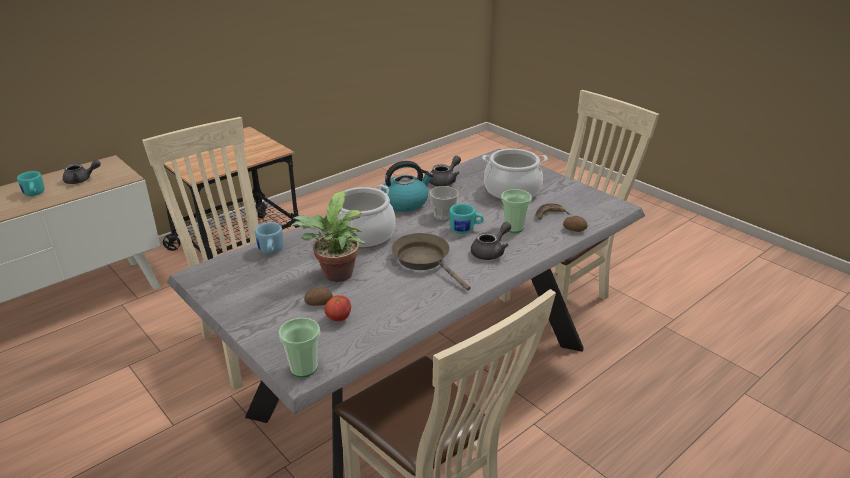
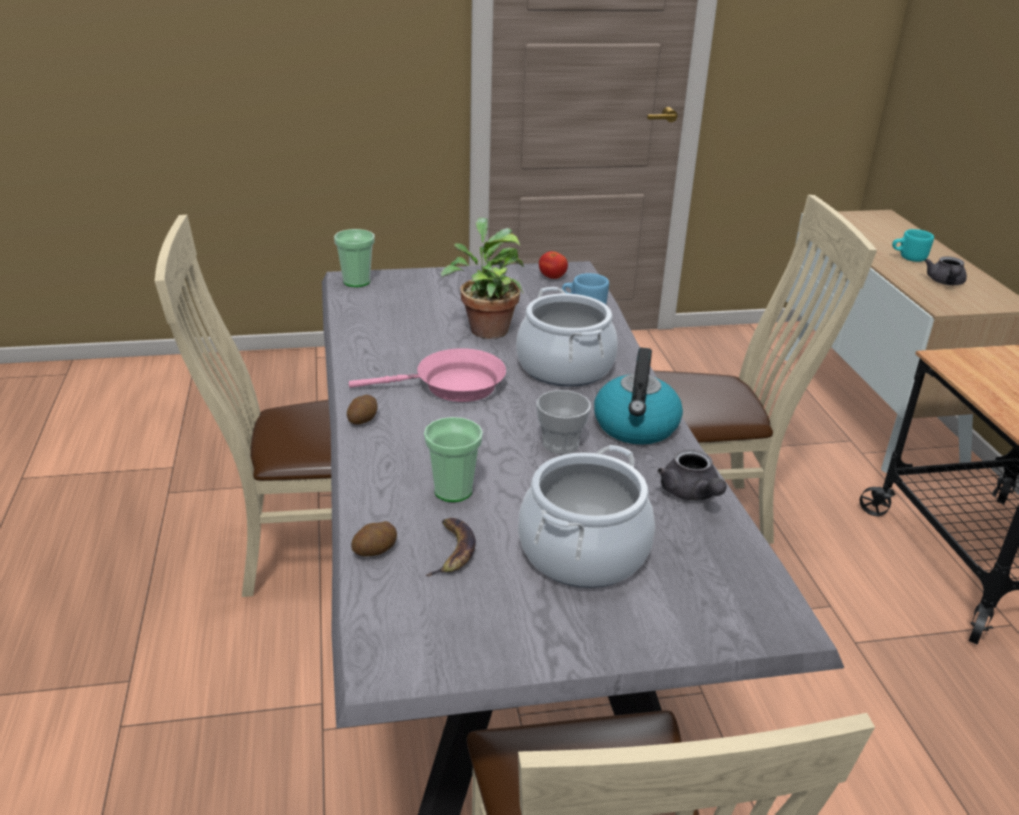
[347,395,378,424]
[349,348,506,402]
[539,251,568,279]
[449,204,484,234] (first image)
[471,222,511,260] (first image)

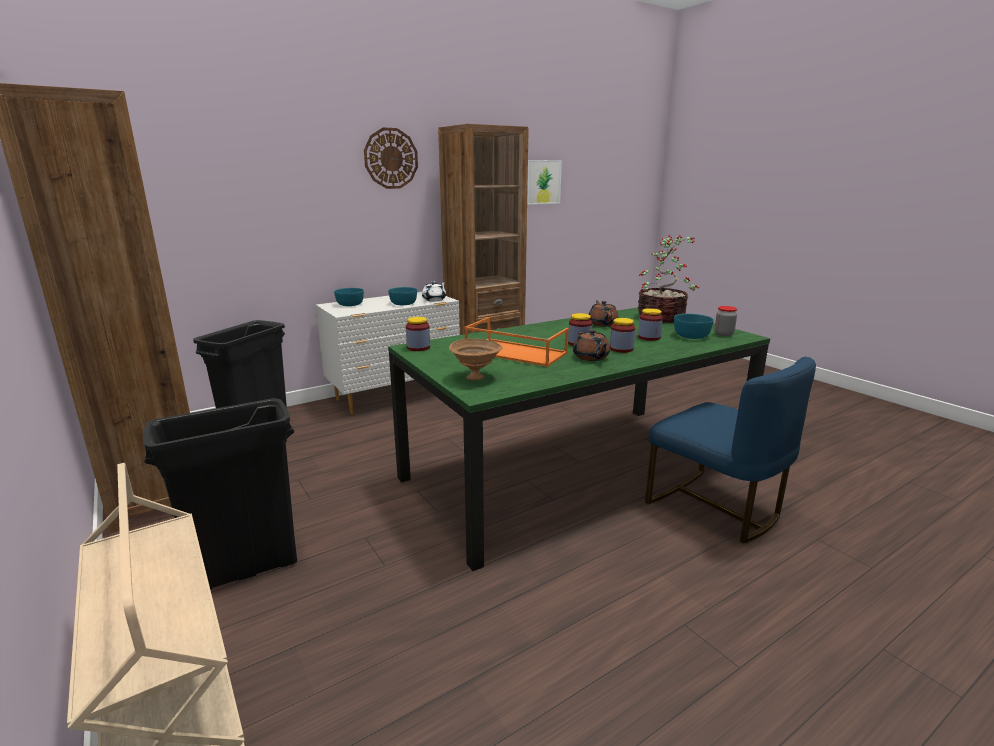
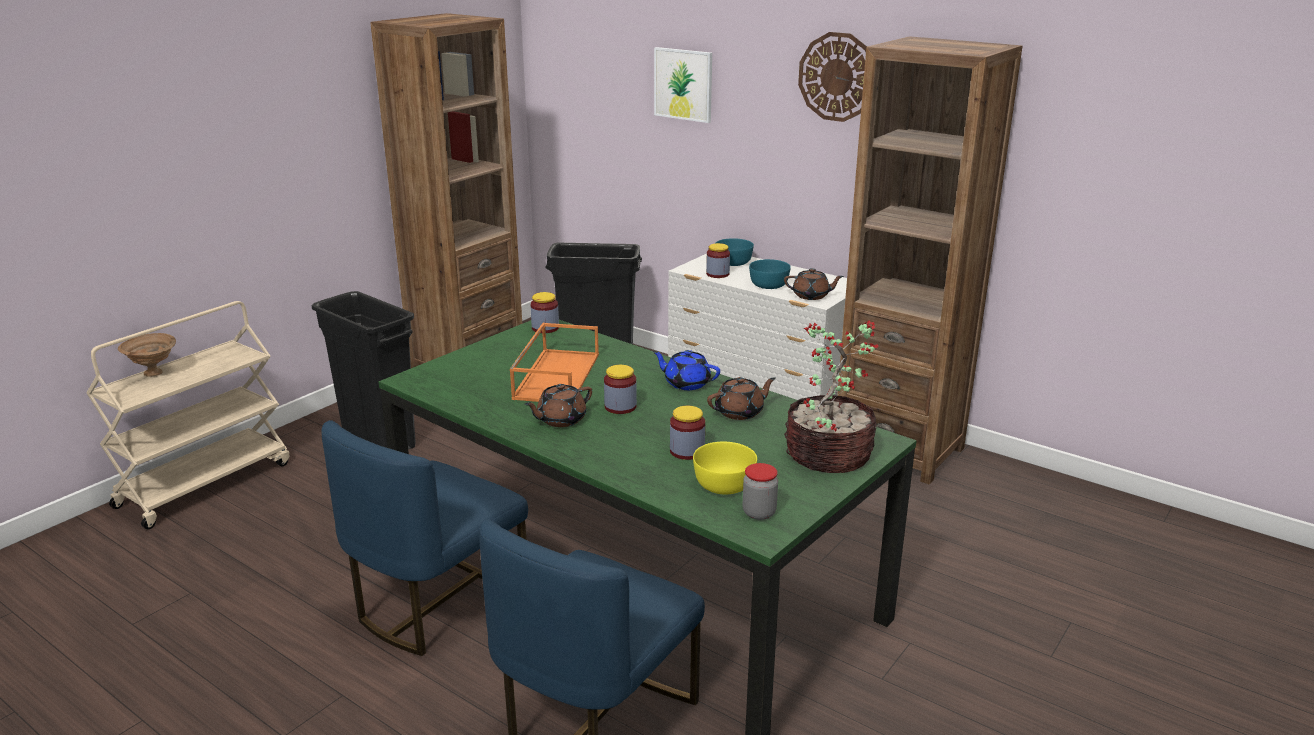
[118,333,176,377]
[321,420,528,656]
[652,350,720,390]
[654,47,712,123]
[693,442,757,494]
[706,243,730,278]
[784,268,844,300]

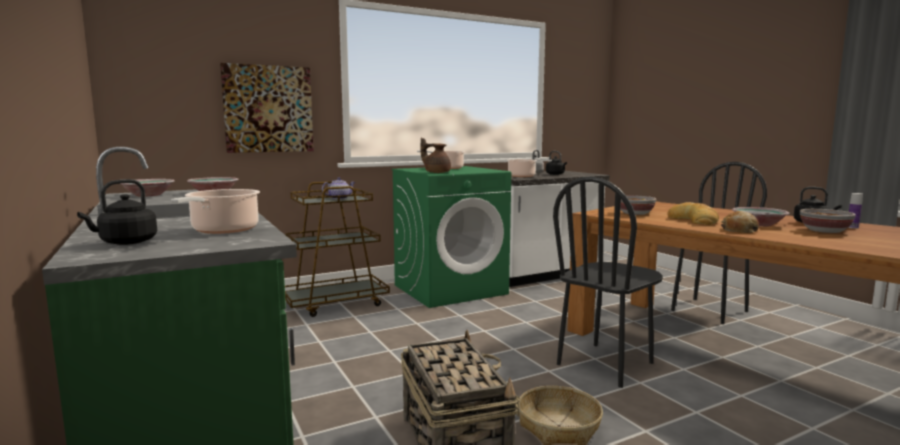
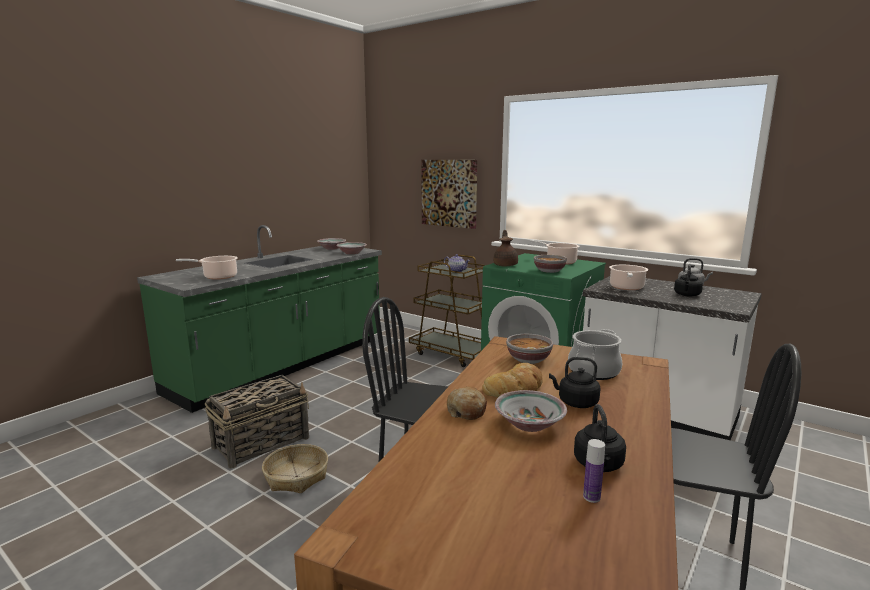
[534,255,567,273]
[549,357,601,408]
[568,329,622,380]

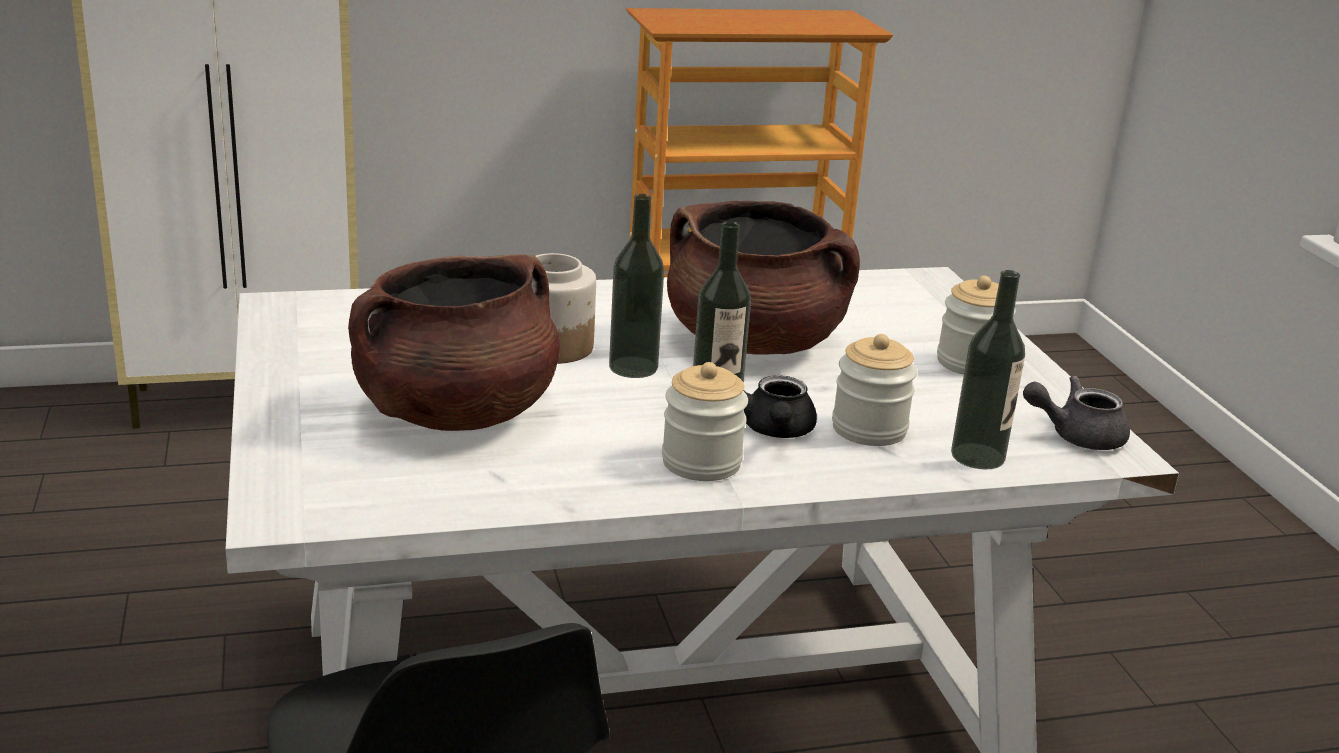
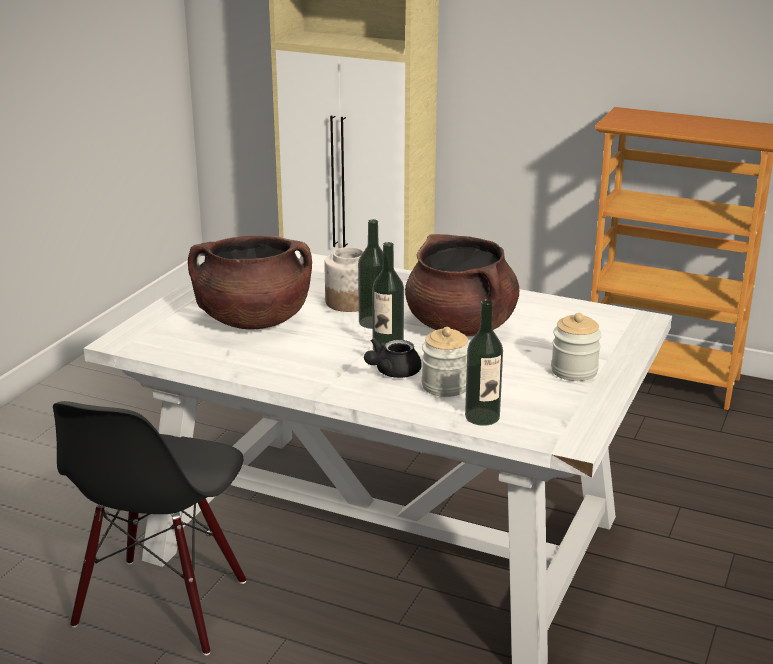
[662,362,748,481] (first image)
[1023,376,1130,450] (first image)

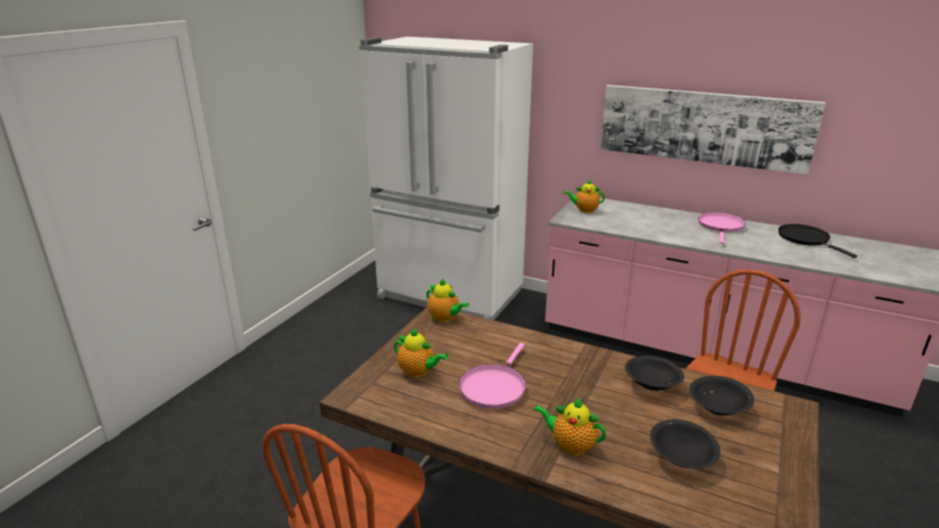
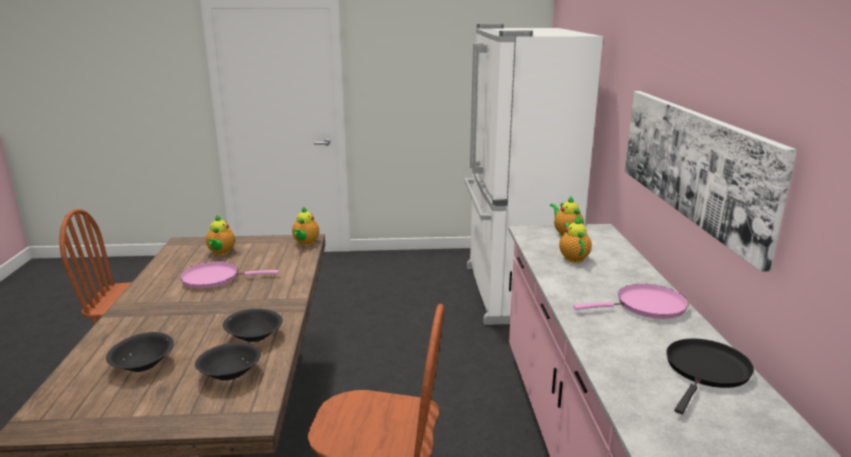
[559,217,592,263]

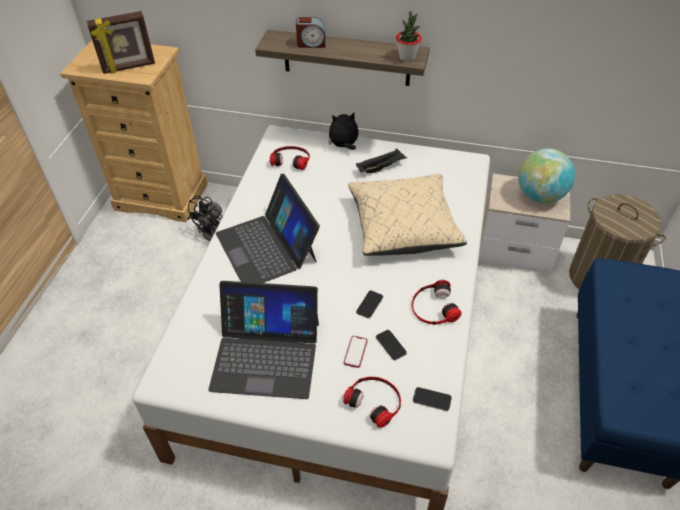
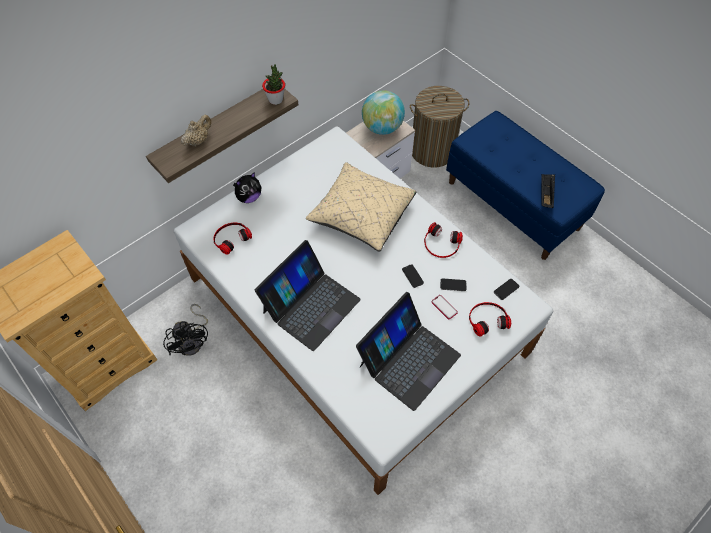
[181,115,211,146]
[233,172,262,203]
[255,240,361,351]
[541,174,555,208]
[87,11,155,74] (first image)

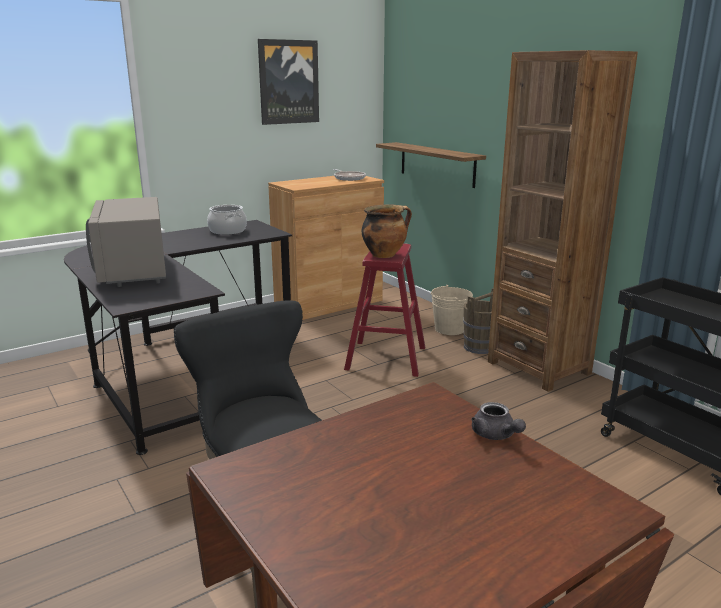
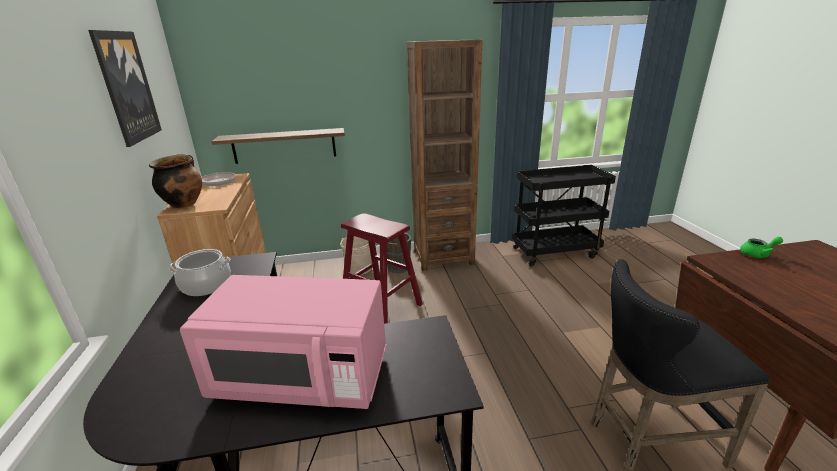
[149,154,202,209]
[180,275,387,409]
[740,237,783,258]

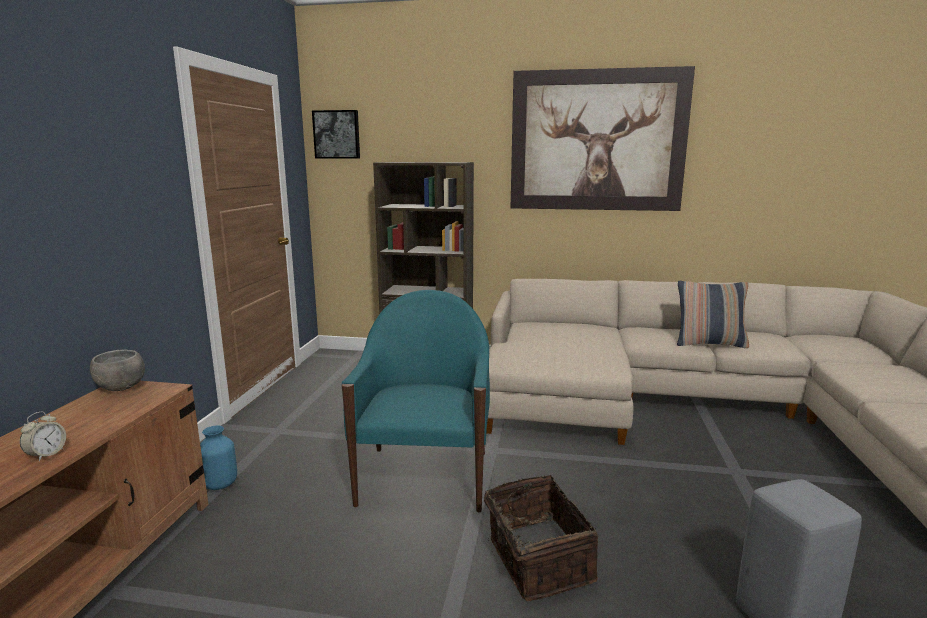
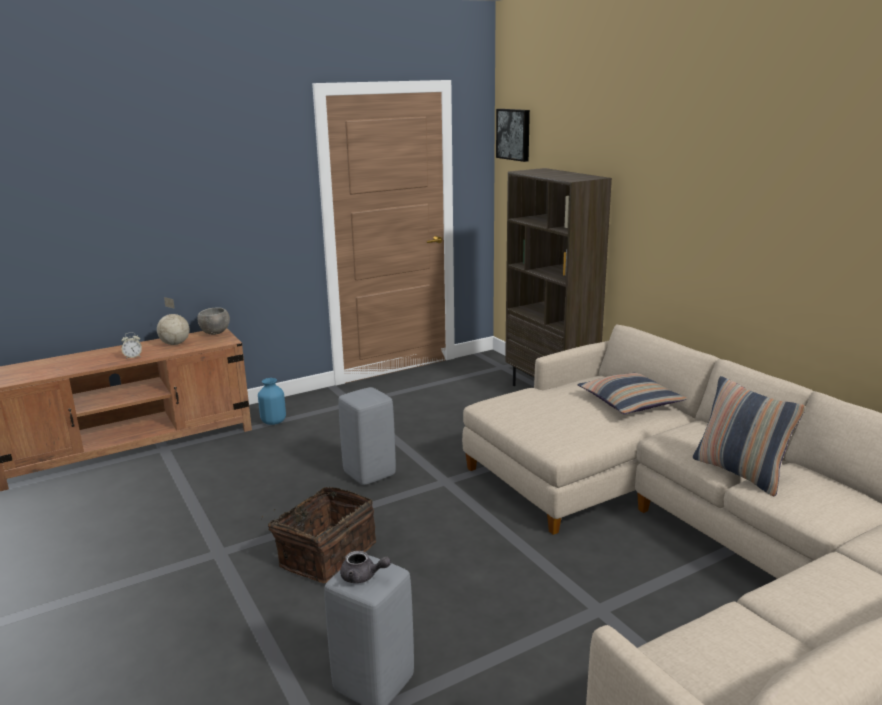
[157,297,190,345]
[338,387,396,485]
[340,551,391,583]
[578,373,687,414]
[511,66,695,211] (first image)

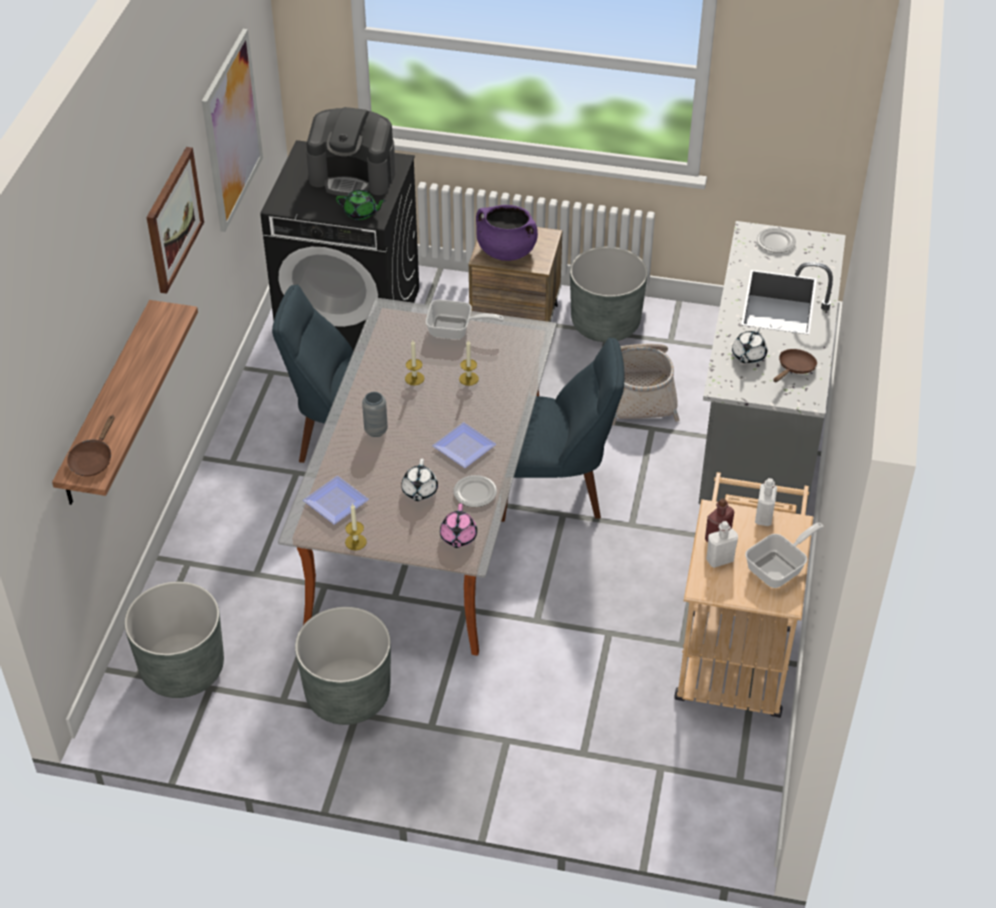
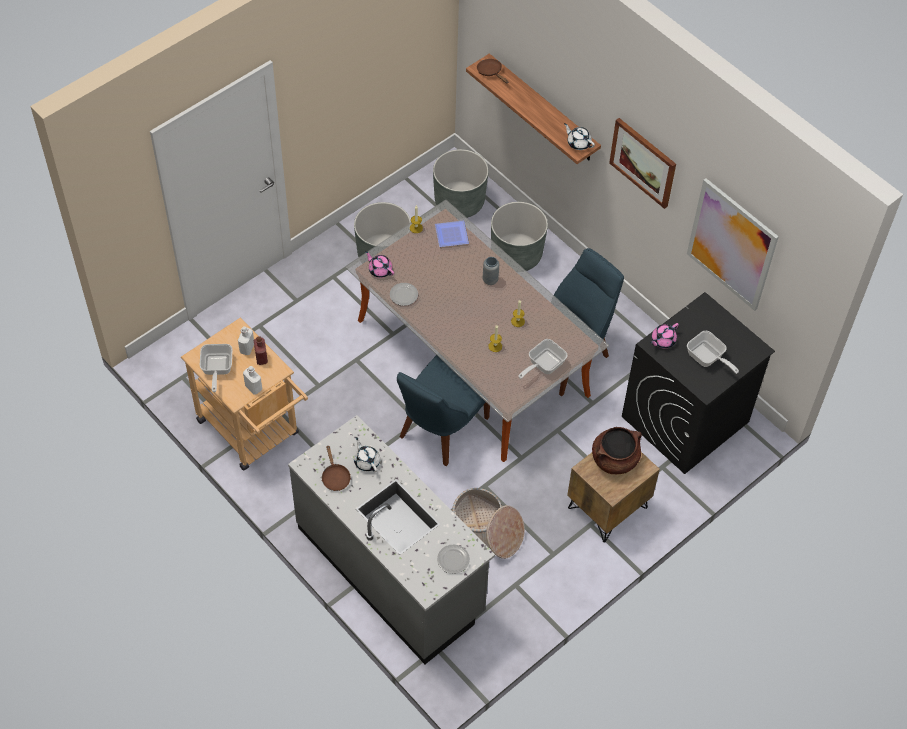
[491,202,548,271]
[564,123,595,150]
[592,427,642,474]
[650,323,679,348]
[687,331,739,374]
[432,422,496,468] (first image)

